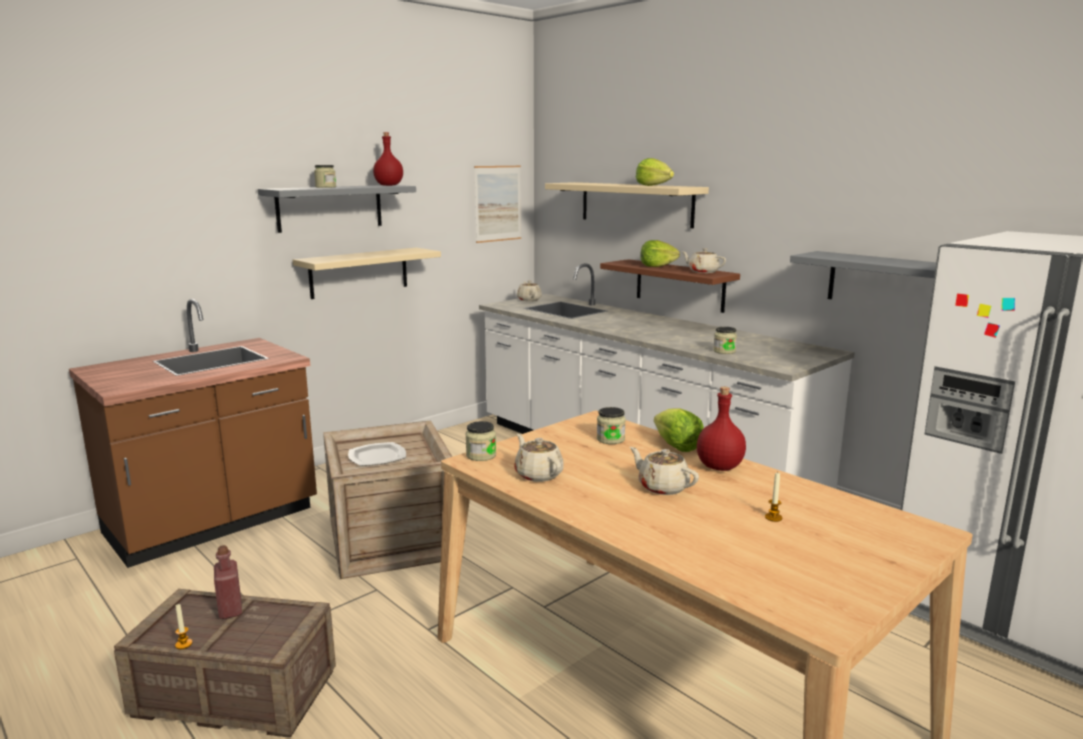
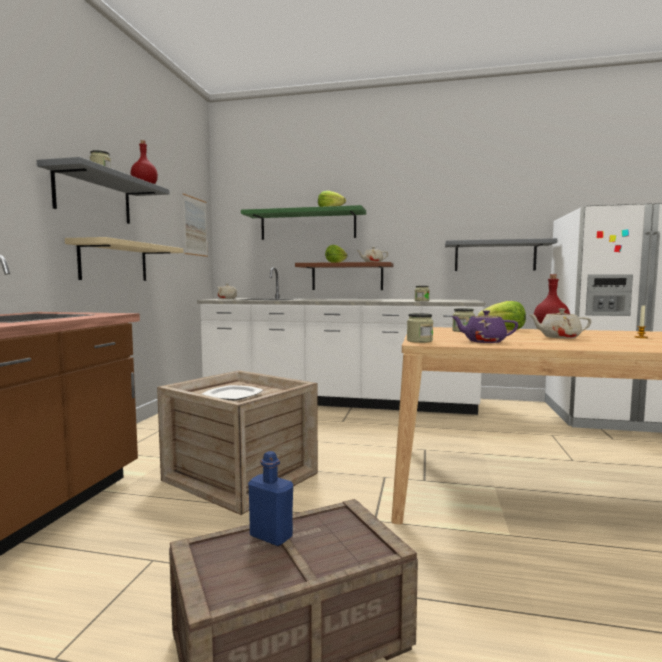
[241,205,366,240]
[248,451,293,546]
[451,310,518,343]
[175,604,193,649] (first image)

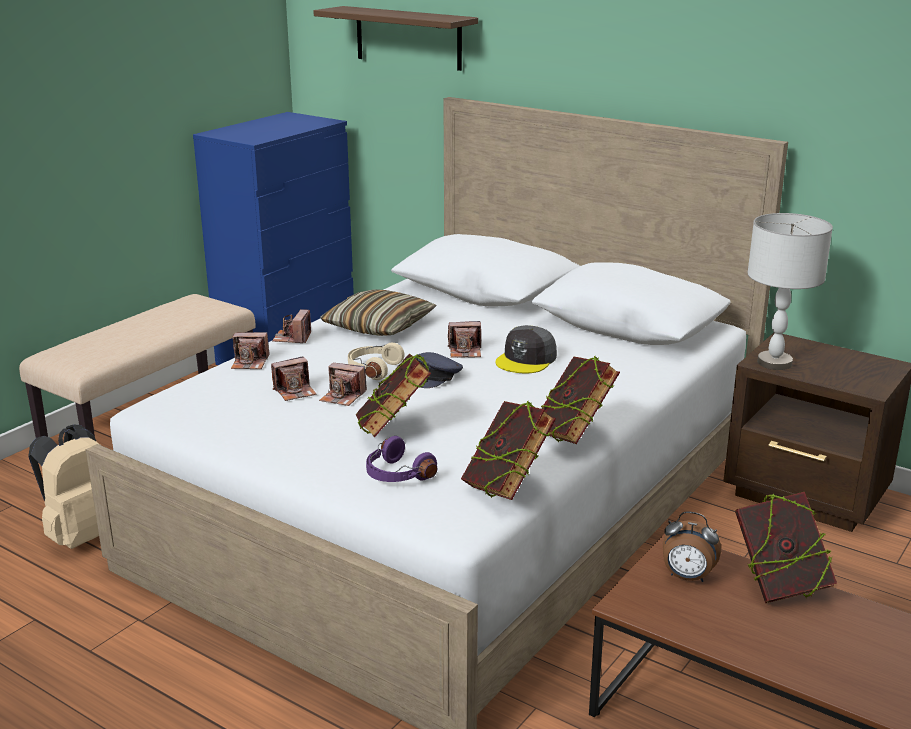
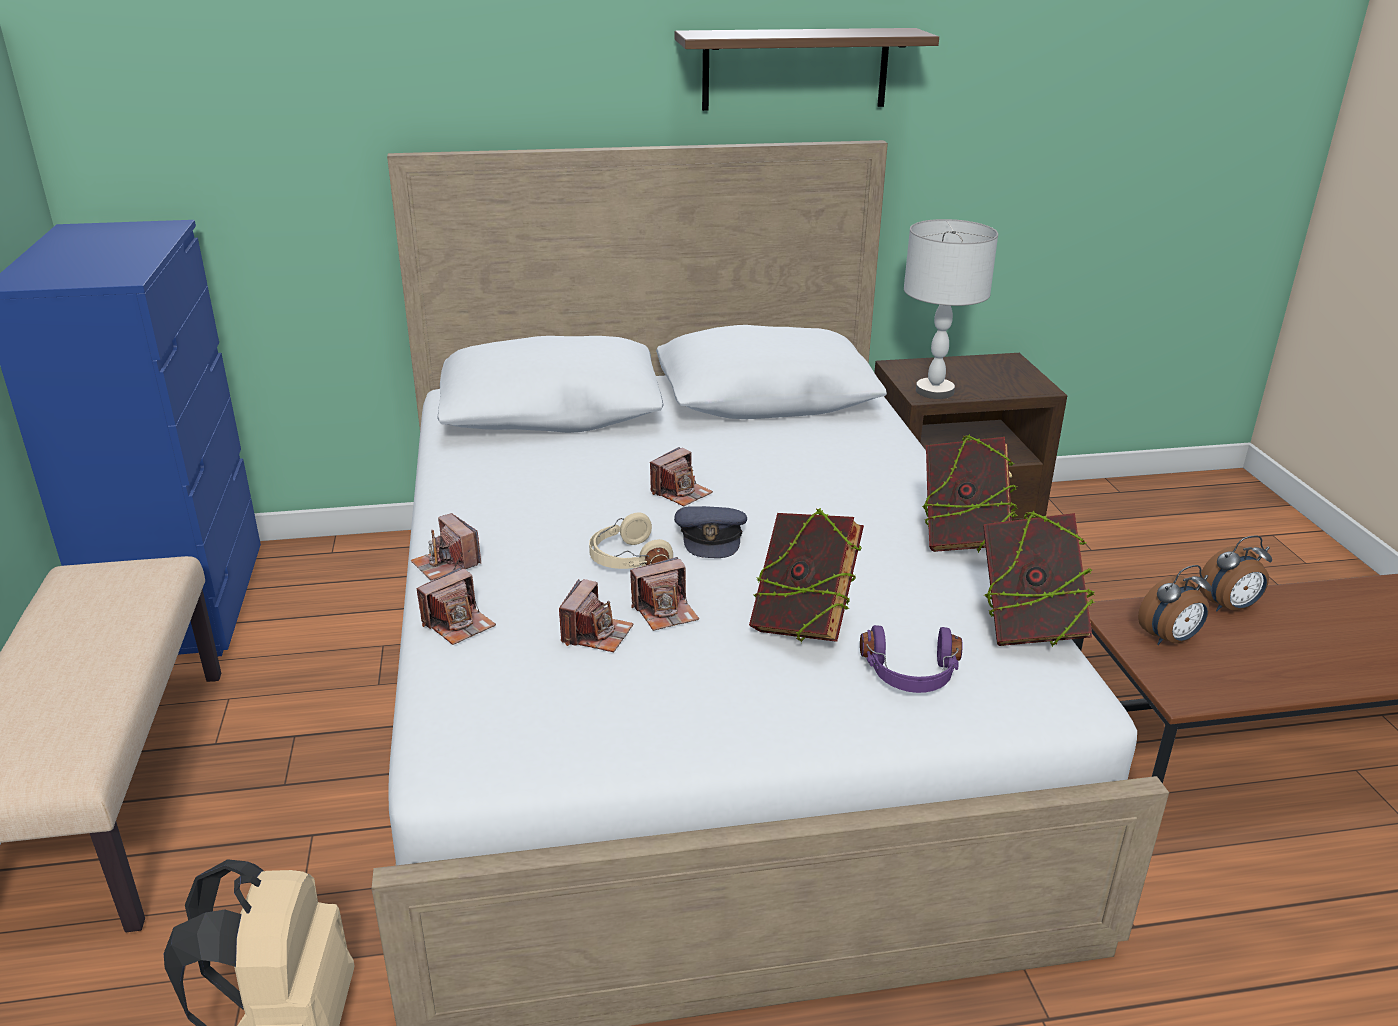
[675,28,939,111]
[1199,536,1272,611]
[320,289,437,336] (first image)
[496,325,557,373] (first image)

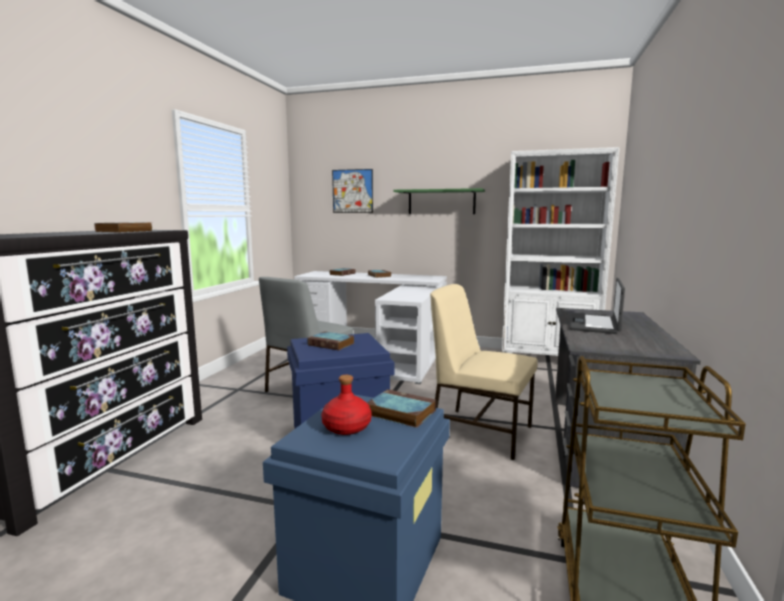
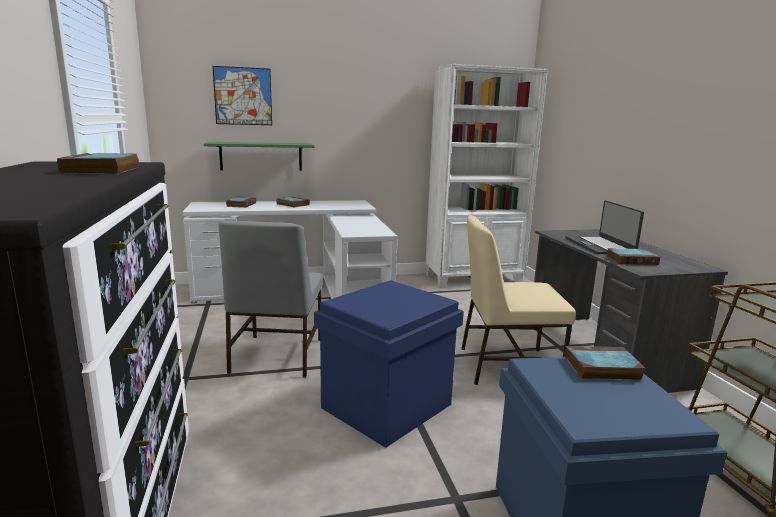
[204,142,314,171]
[606,248,660,265]
[322,375,372,435] (first image)

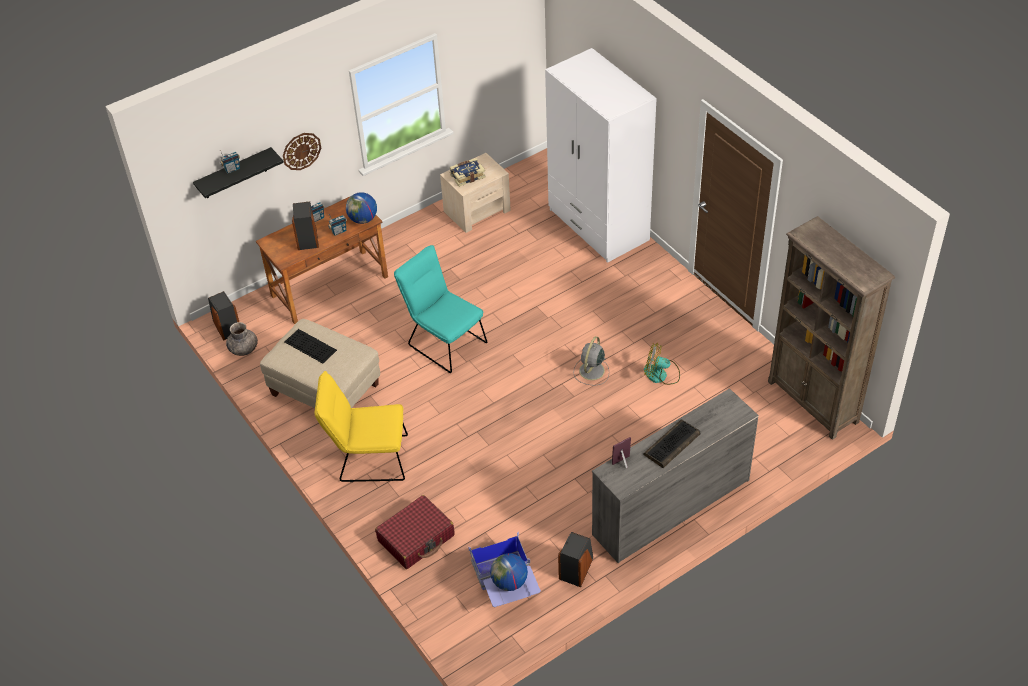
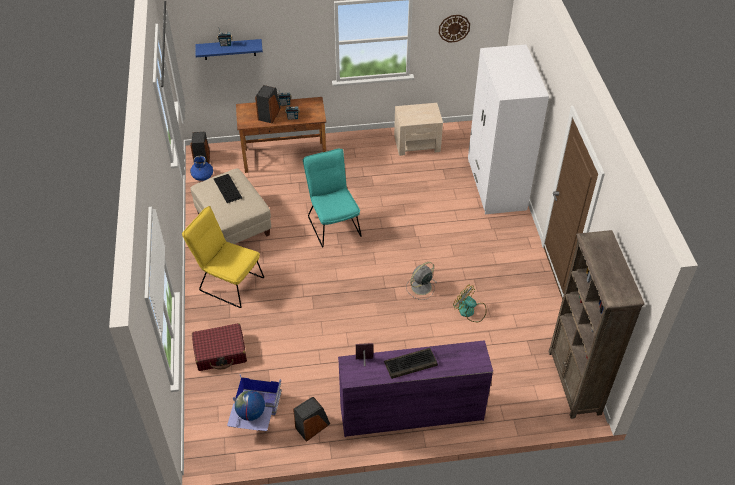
[190,156,213,181]
[195,39,263,60]
[338,340,493,437]
[439,15,470,43]
[346,192,377,224] (first image)
[450,158,486,187] (first image)

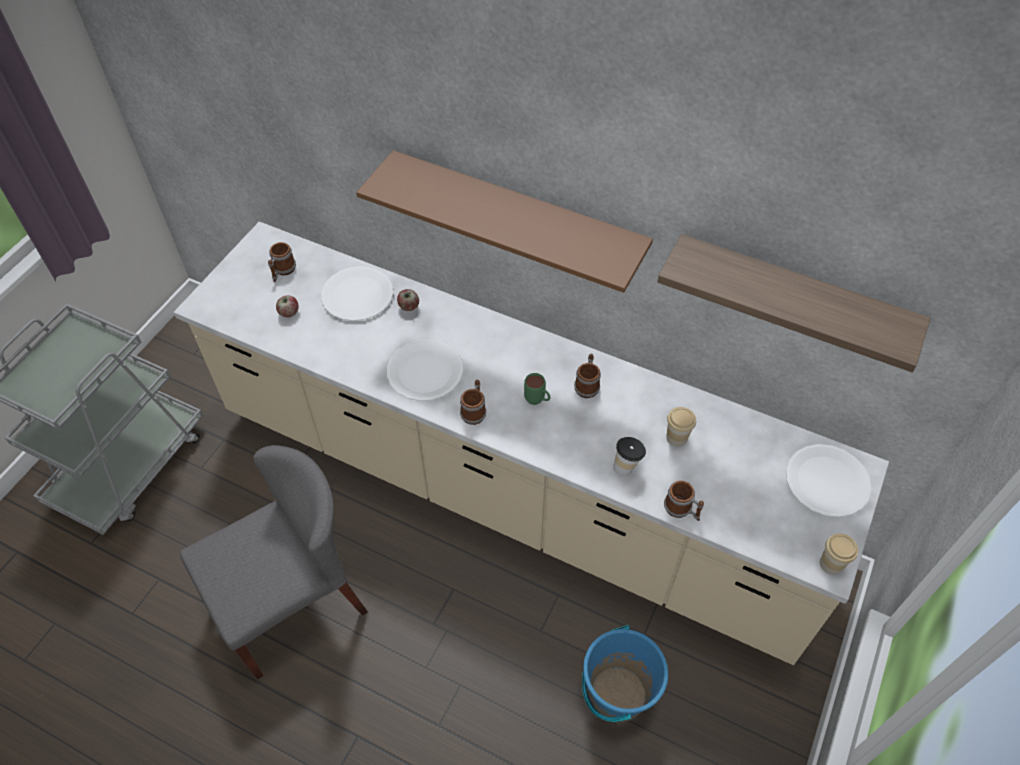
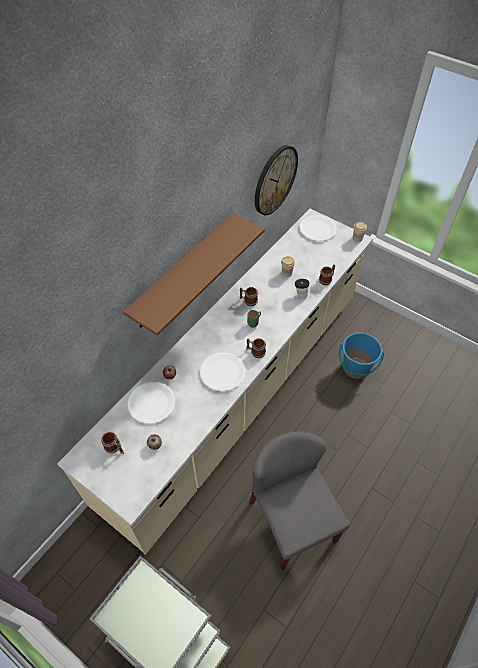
[255,145,298,215]

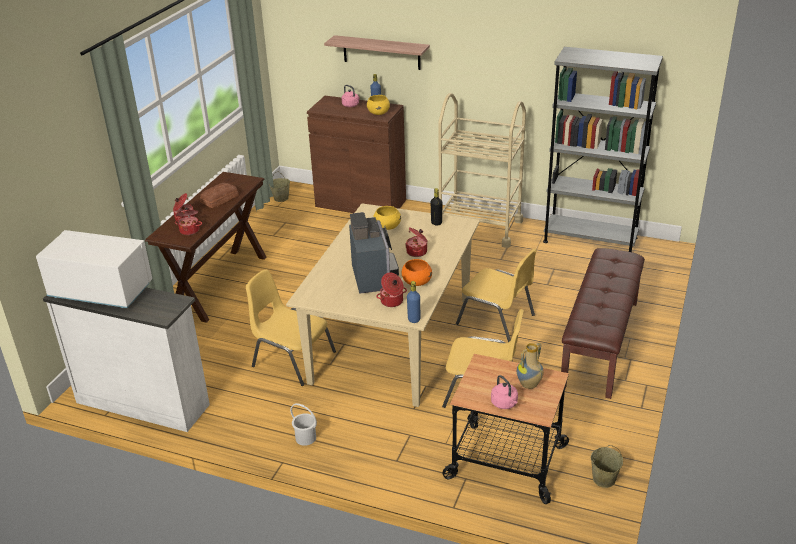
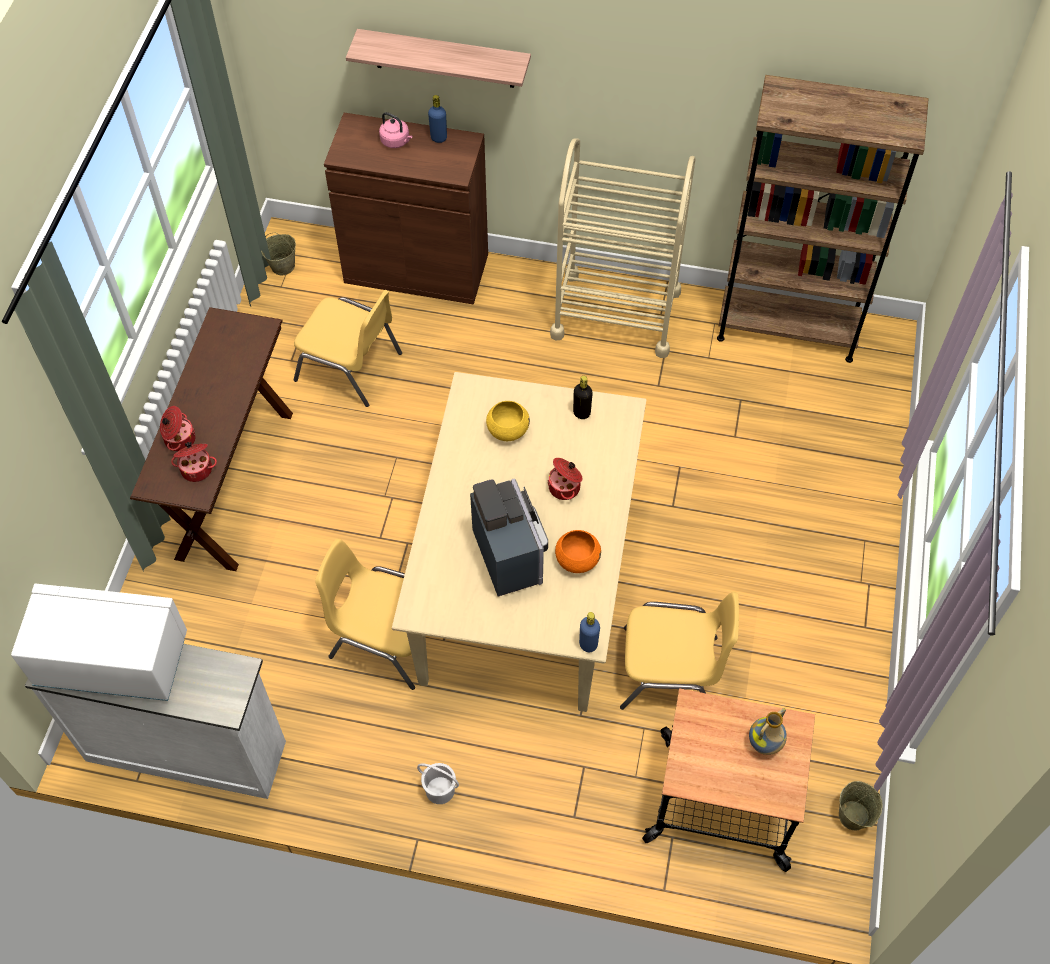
[294,290,402,407]
[717,75,929,363]
[200,183,239,208] (first image)
[367,95,390,115] (first image)
[376,272,407,307] (first image)
[491,375,518,409] (first image)
[561,248,645,399] (first image)

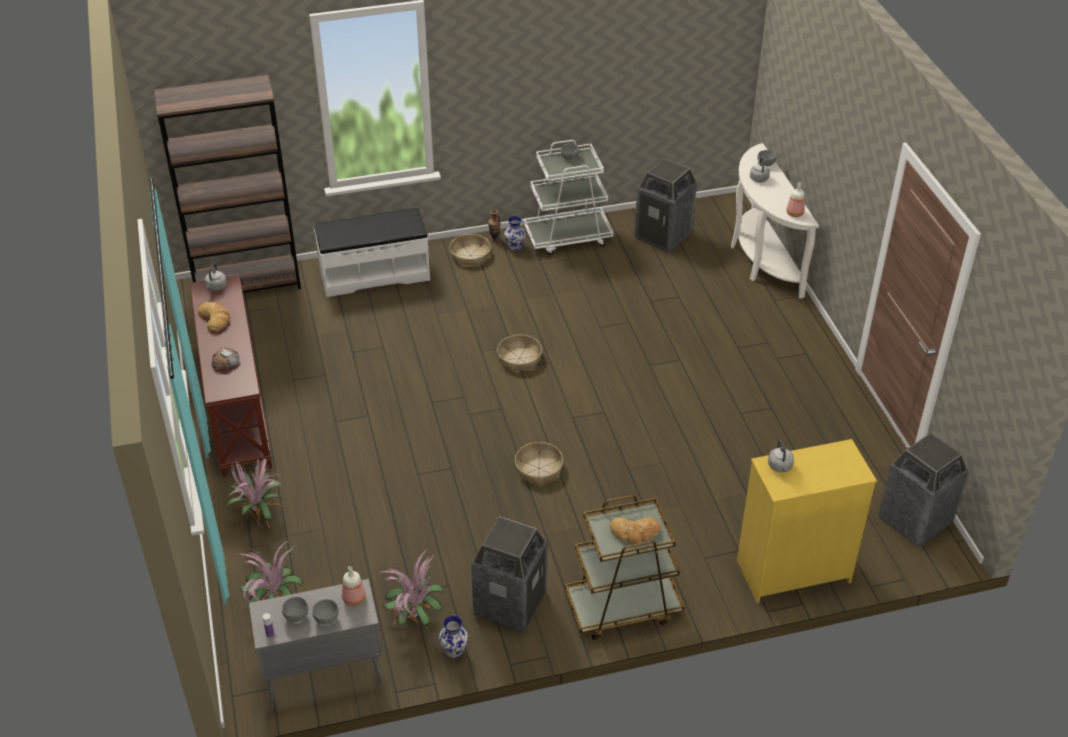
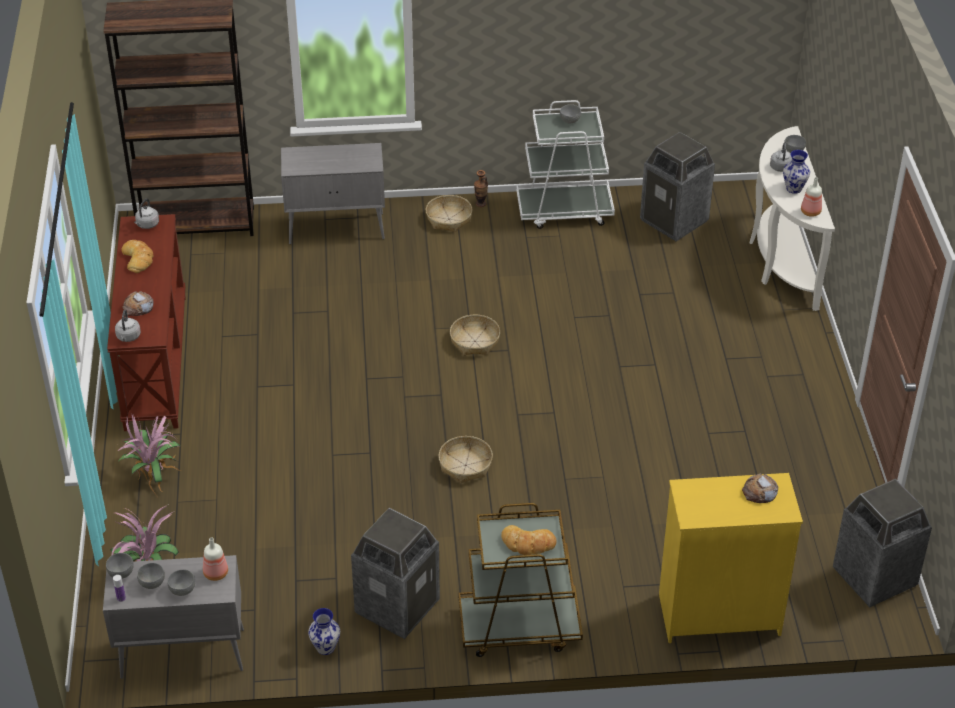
[106,553,134,579]
[115,310,141,342]
[281,143,385,244]
[742,473,778,503]
[783,150,810,194]
[379,548,444,628] (first image)

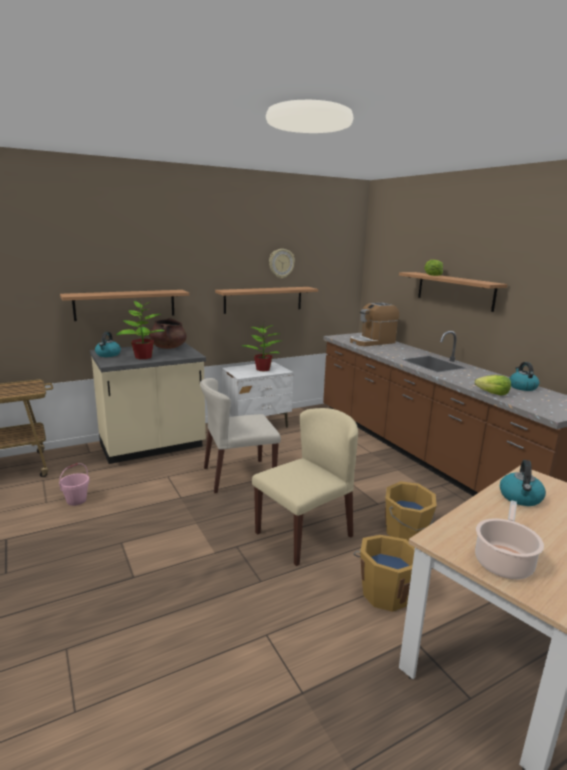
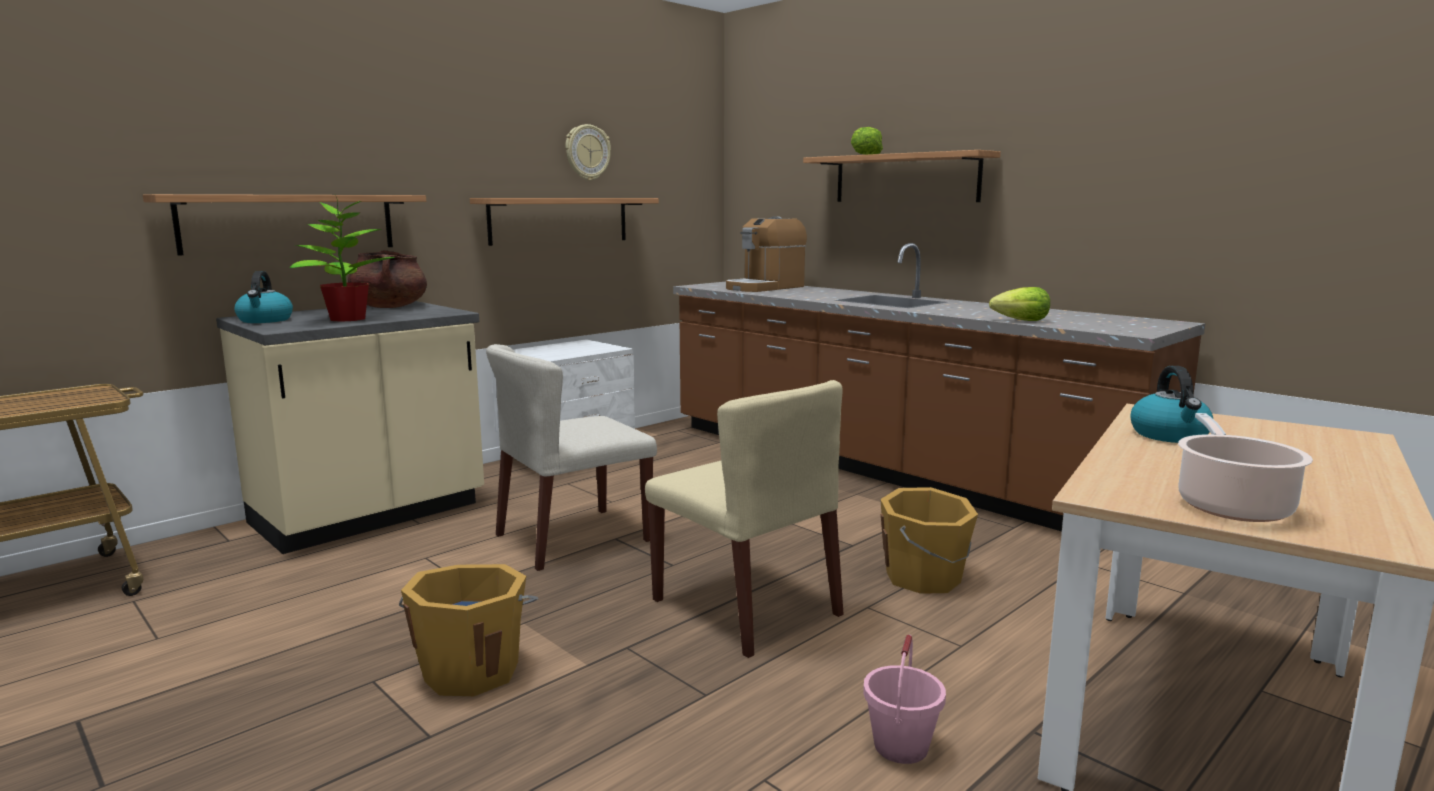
[399,564,538,696]
[645,380,843,658]
[863,635,946,764]
[242,323,281,371] (first image)
[509,362,539,391] (first image)

